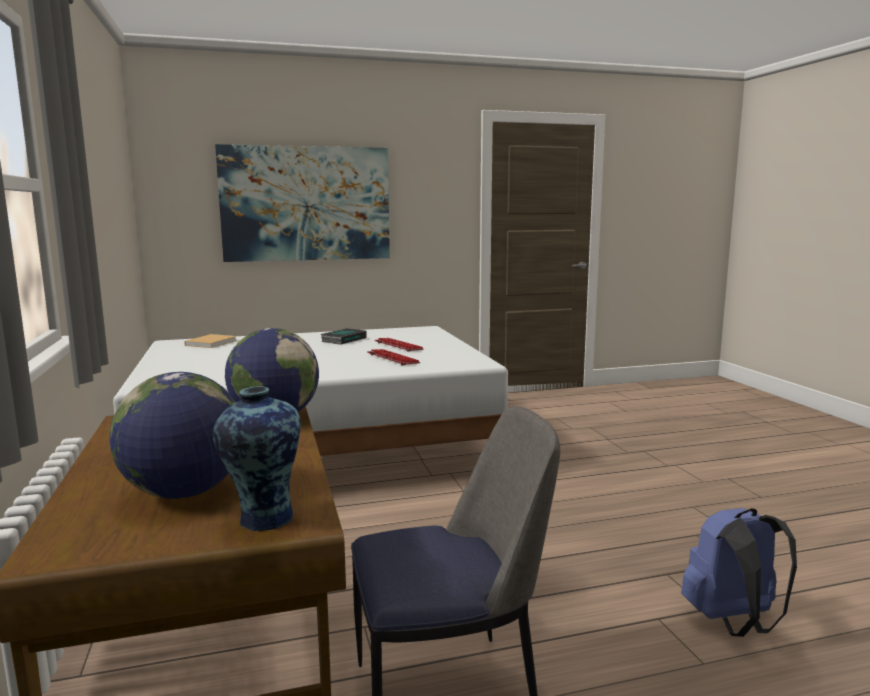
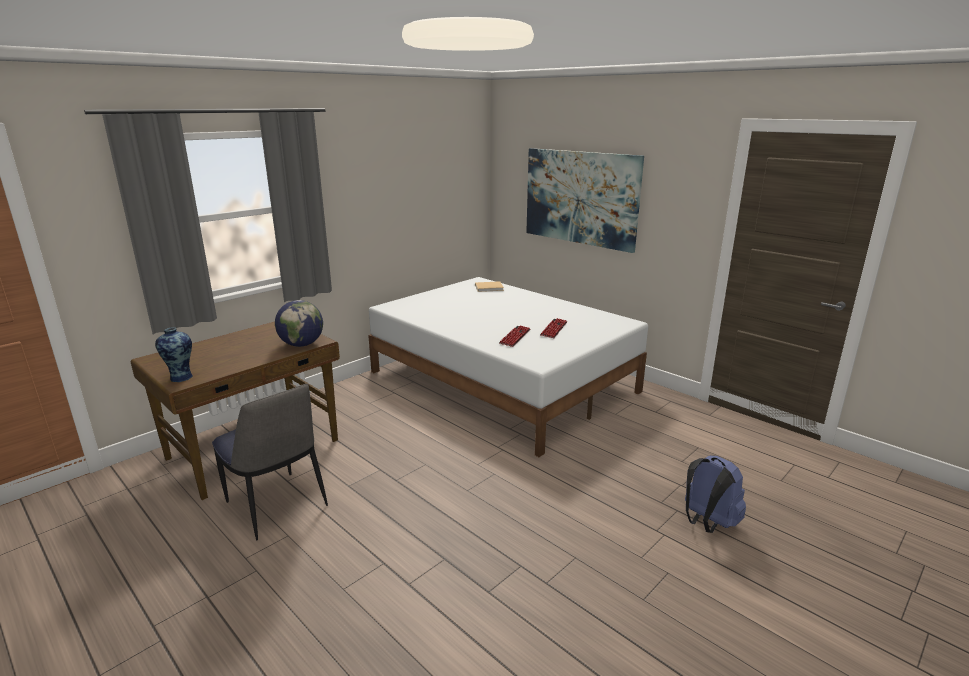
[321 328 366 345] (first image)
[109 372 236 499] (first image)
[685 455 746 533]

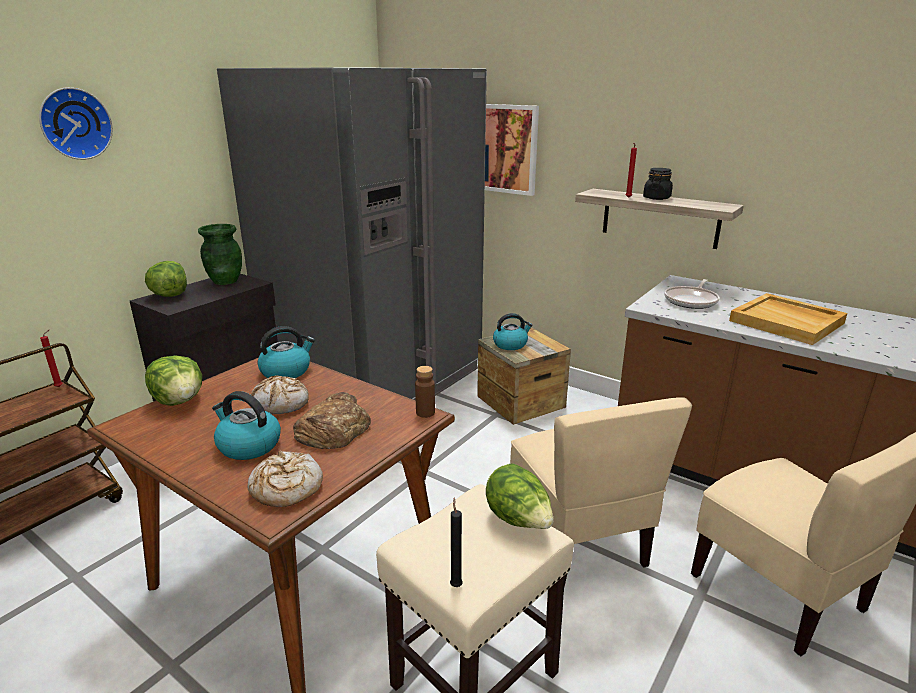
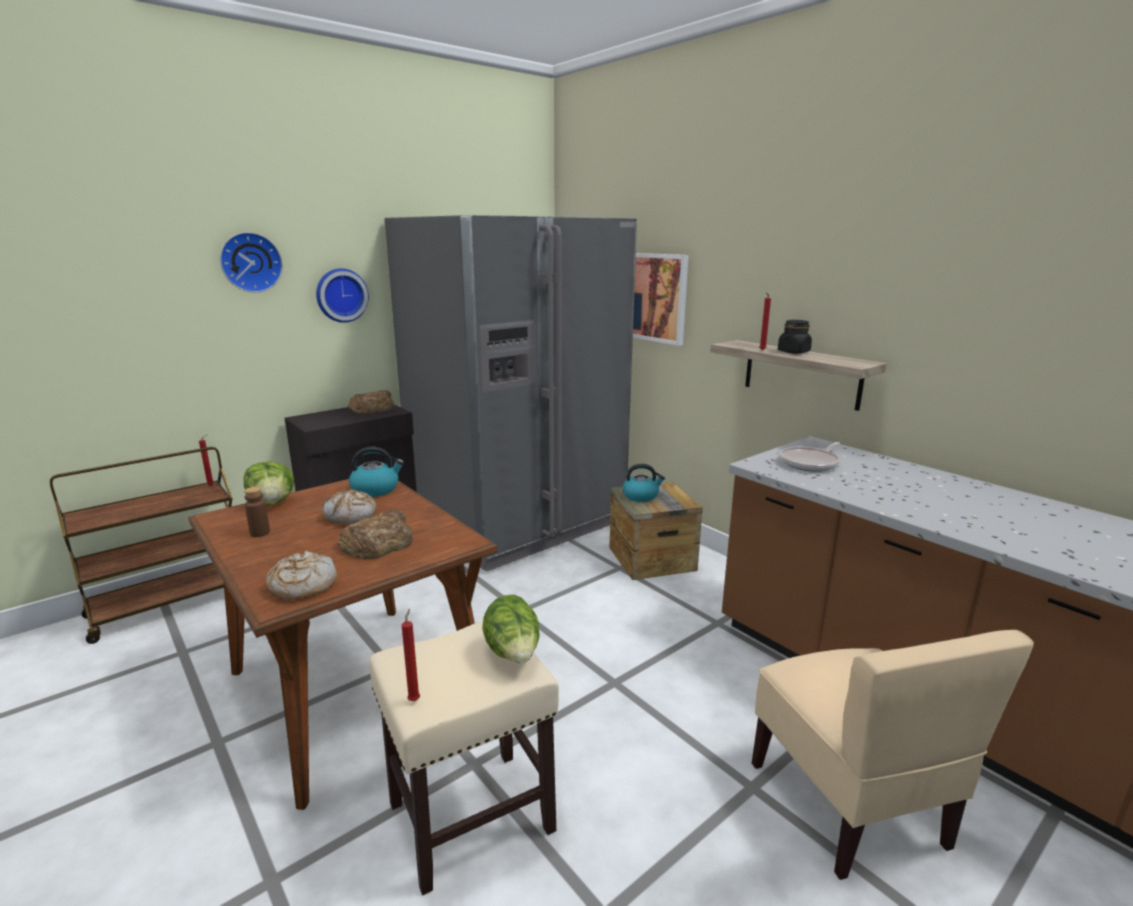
[348 390 395 414]
[145 261 187 297] (first image)
[729 293 847 345] (first image)
[244 487 270 537]
[212 391 281 460] (first image)
[510 397 692 586] (first image)
[402 609 420 701]
[316 268 369 323]

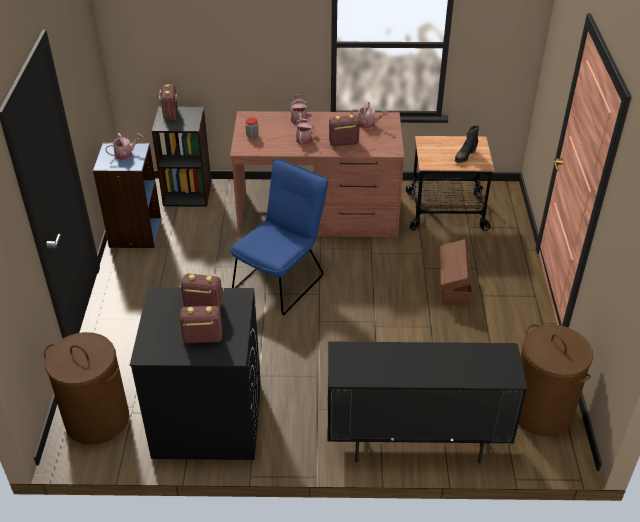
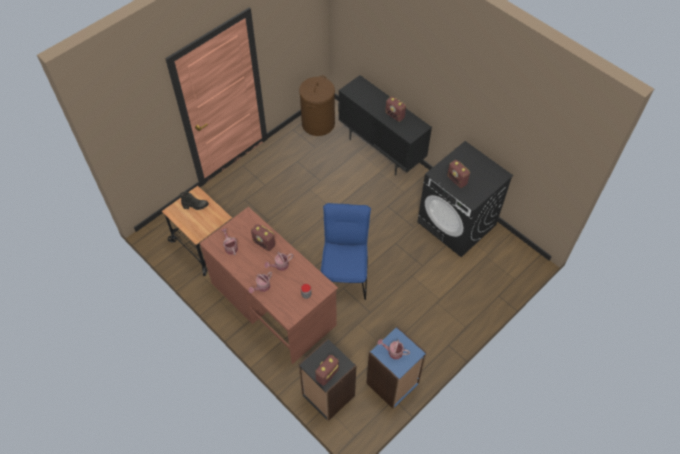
[321 203 371 300]
[440 239 472 306] (first image)
[385 97 406 122]
[44 332 129 445] (first image)

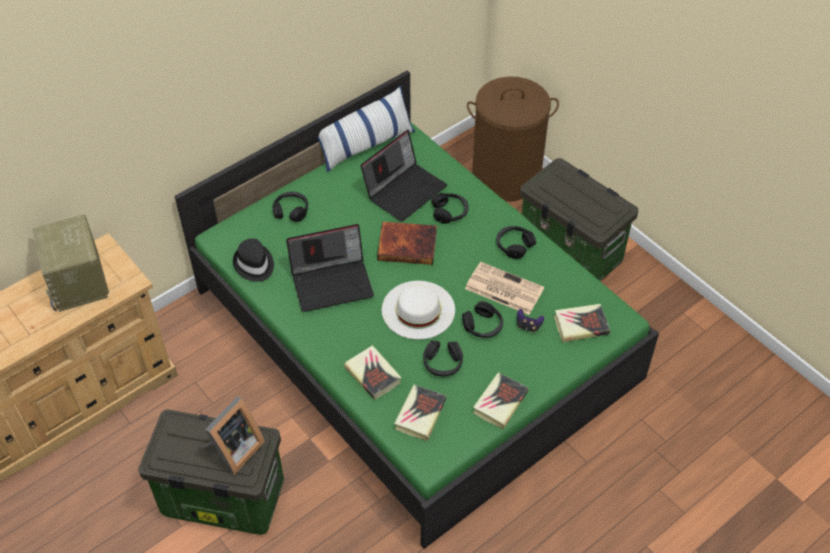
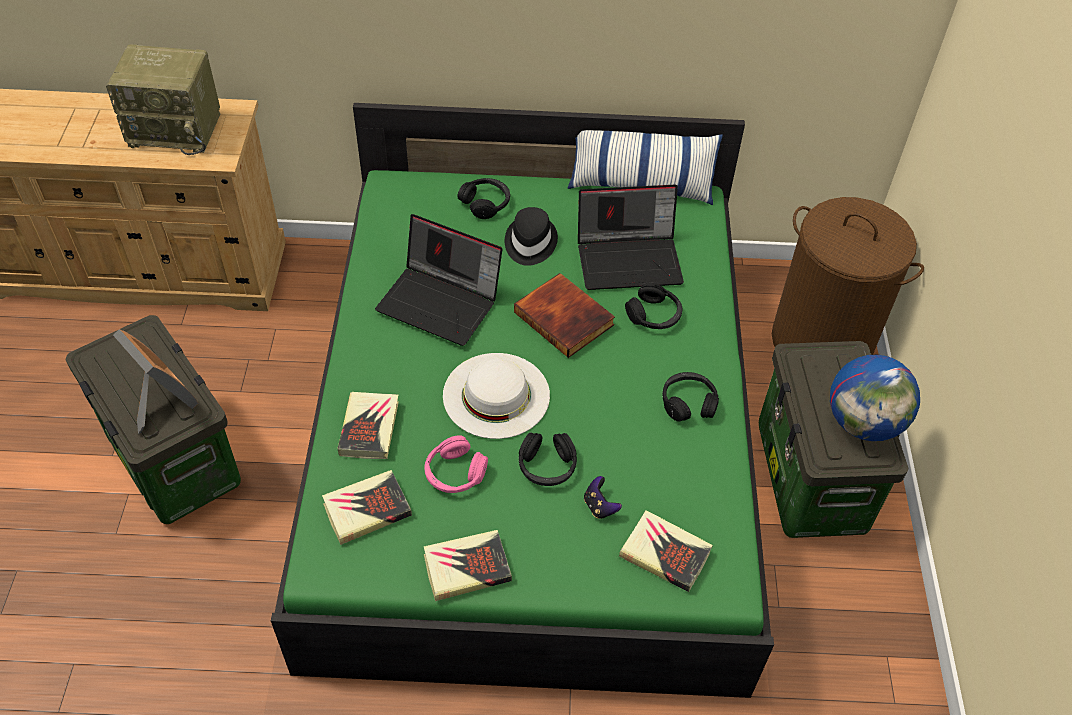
[106 44 220 155]
[505 207 558 266]
[465 262 544 315] (first image)
[425 435 488 493]
[113 329 198 434]
[830 355 920 441]

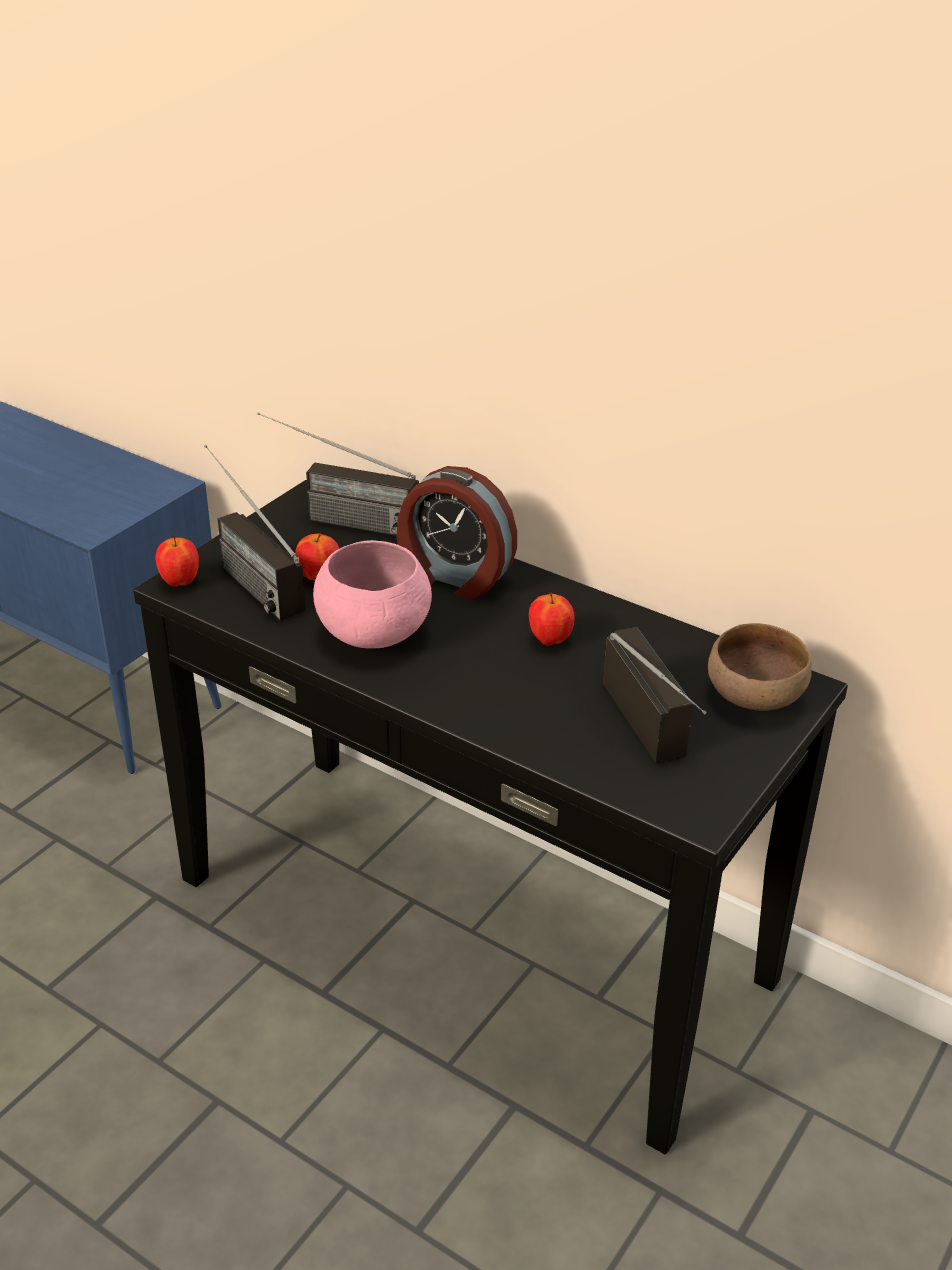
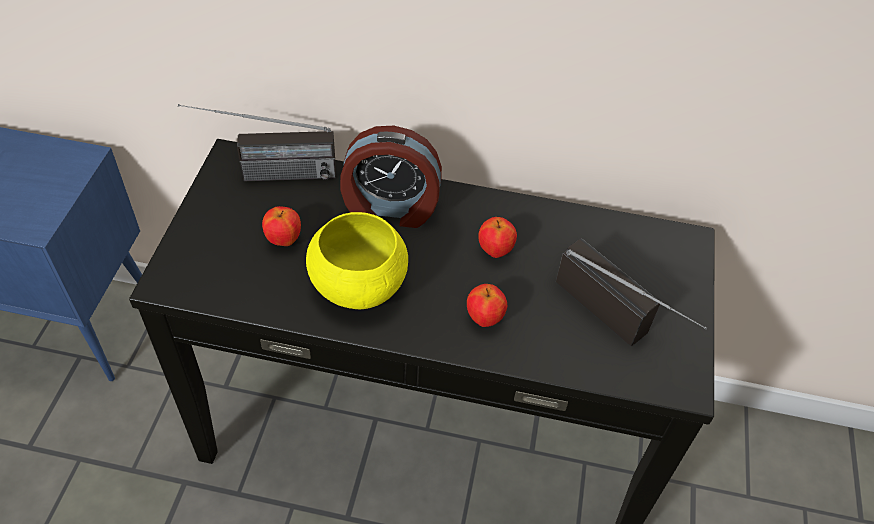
[204 445 306 621] (first image)
[467 284 507 327]
[306 212 408 309]
[708 623 812 711] (first image)

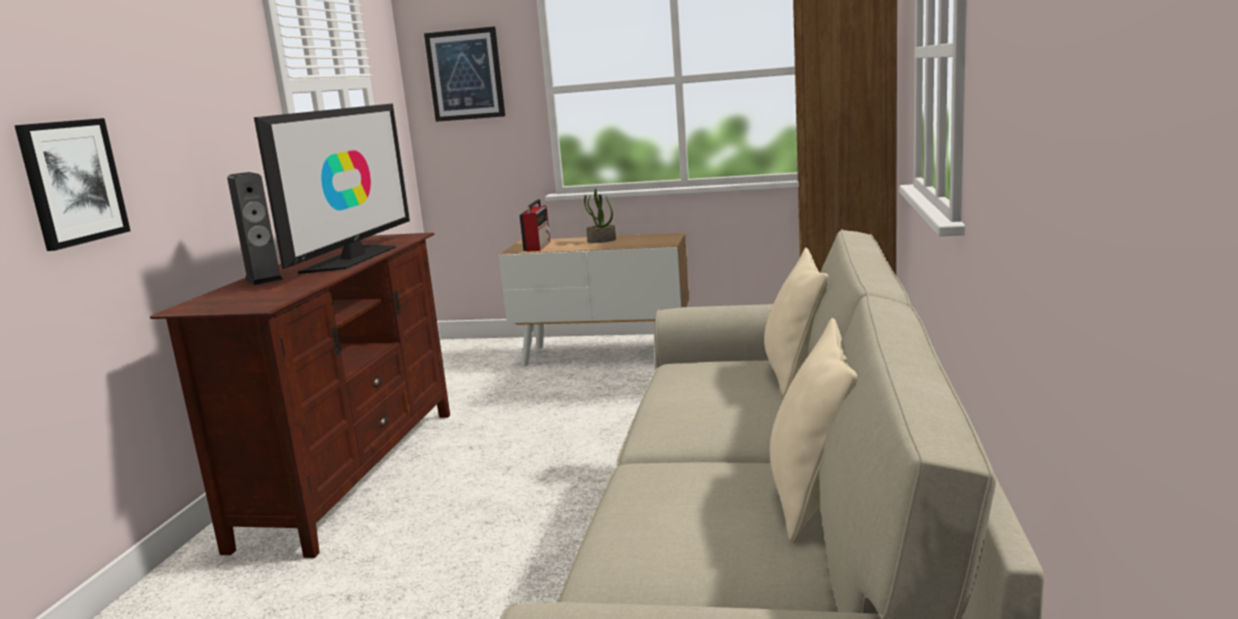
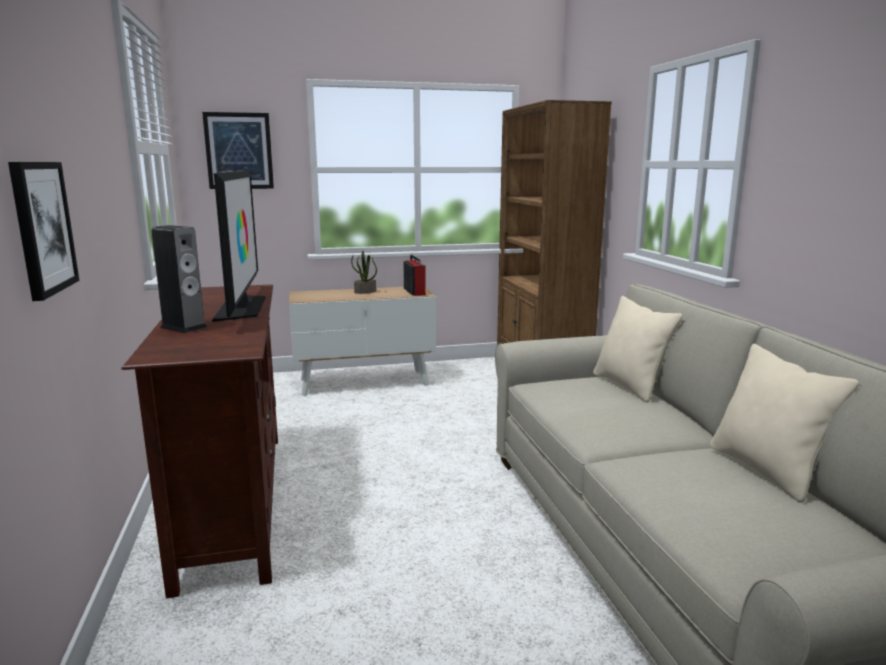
[403 255 426 296]

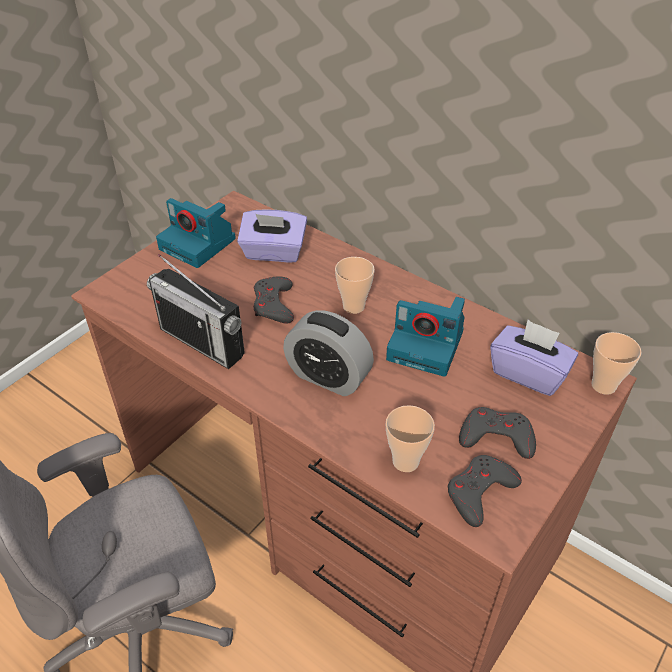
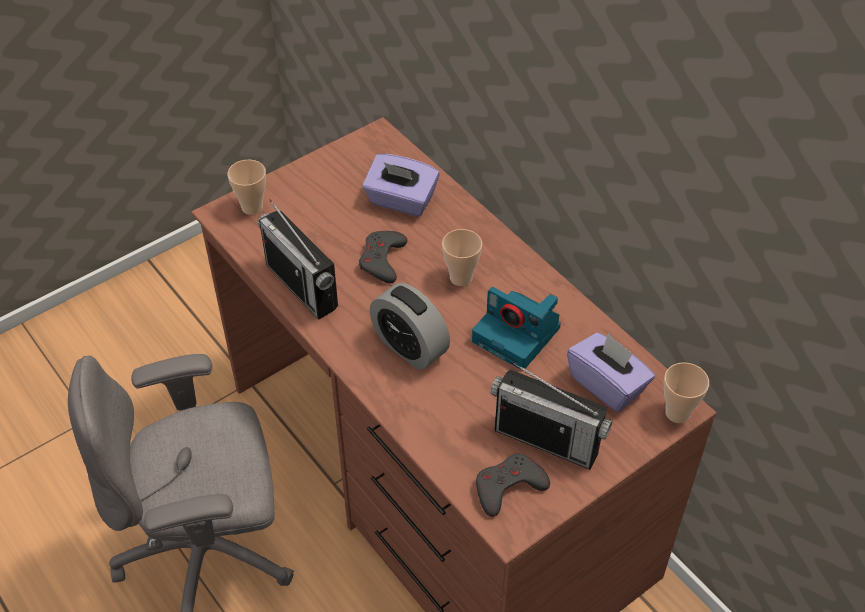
[156 198 236 268] (first image)
[228 160 266 215]
[490 363 612 470]

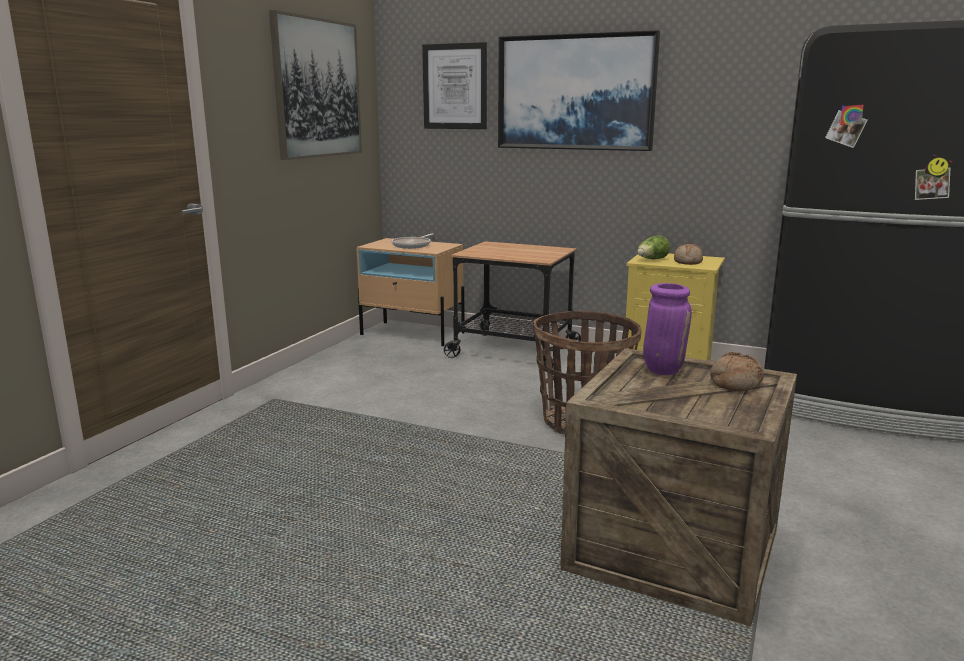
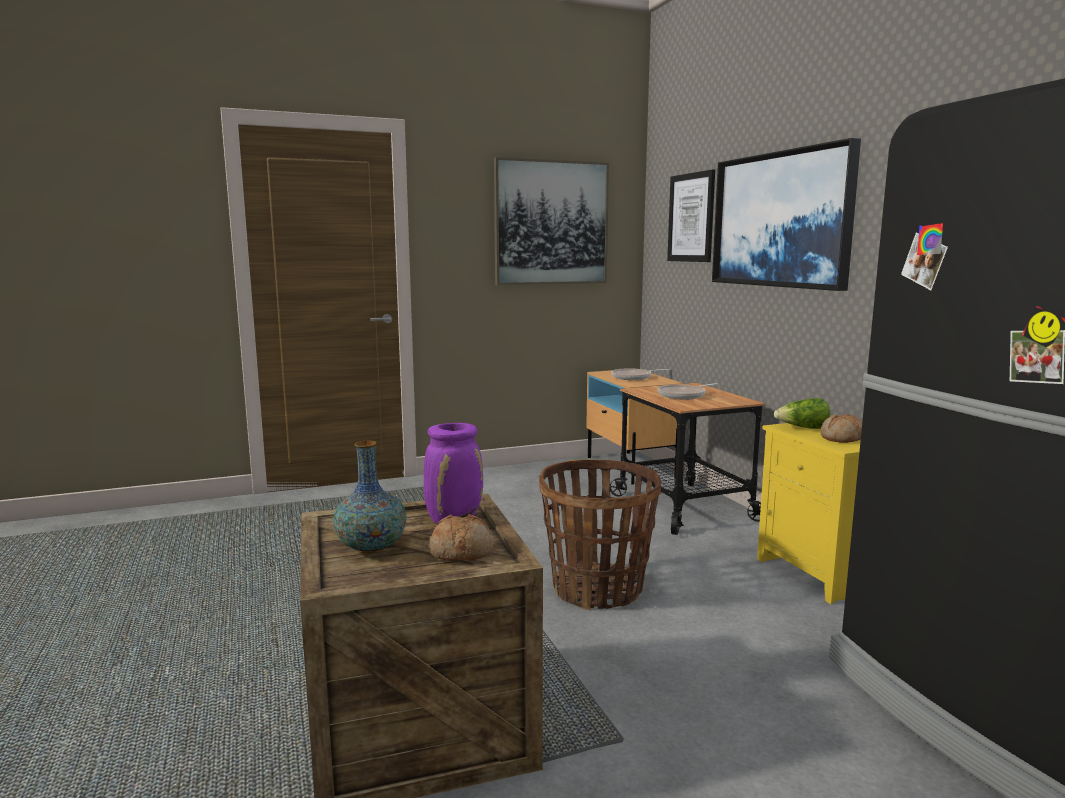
[658 383 718 400]
[333 441 407 553]

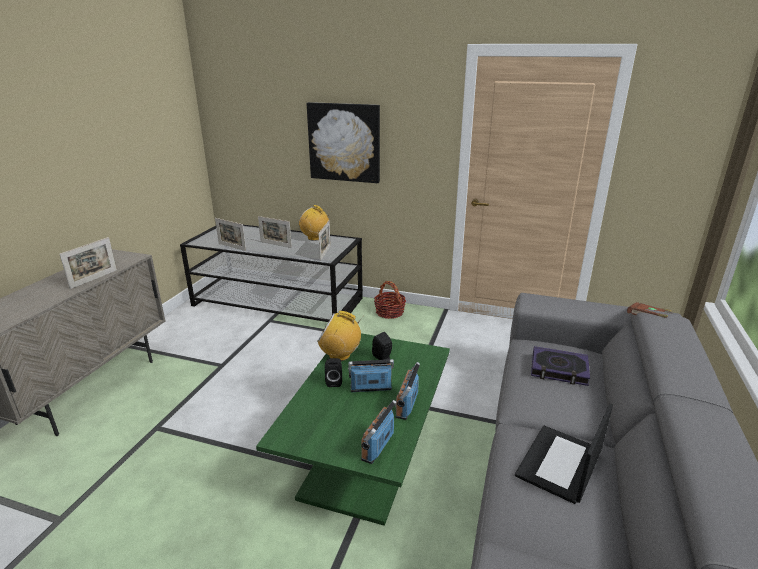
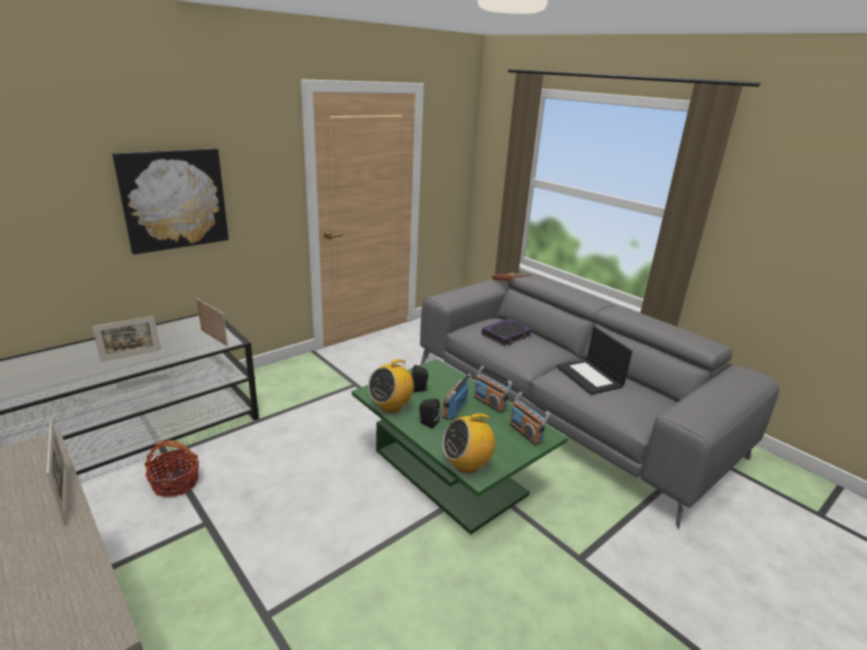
[442 413 495 473]
[215 218 246 251] (first image)
[144 441 199 498]

